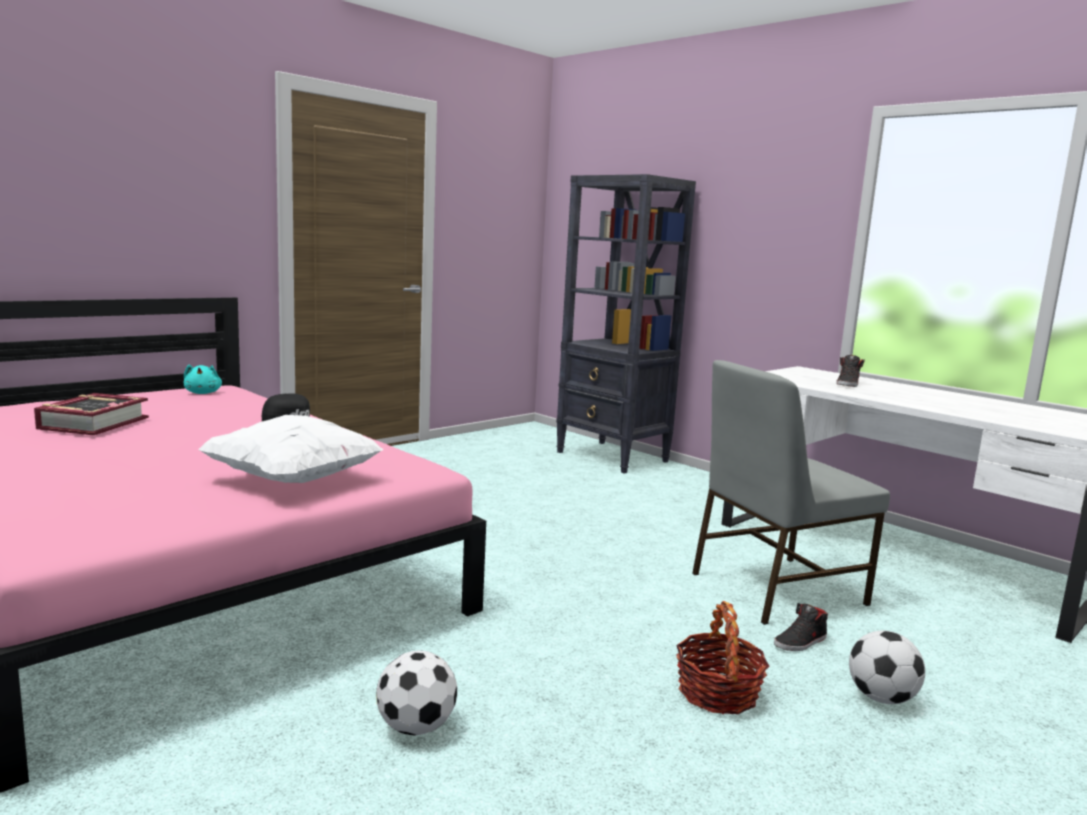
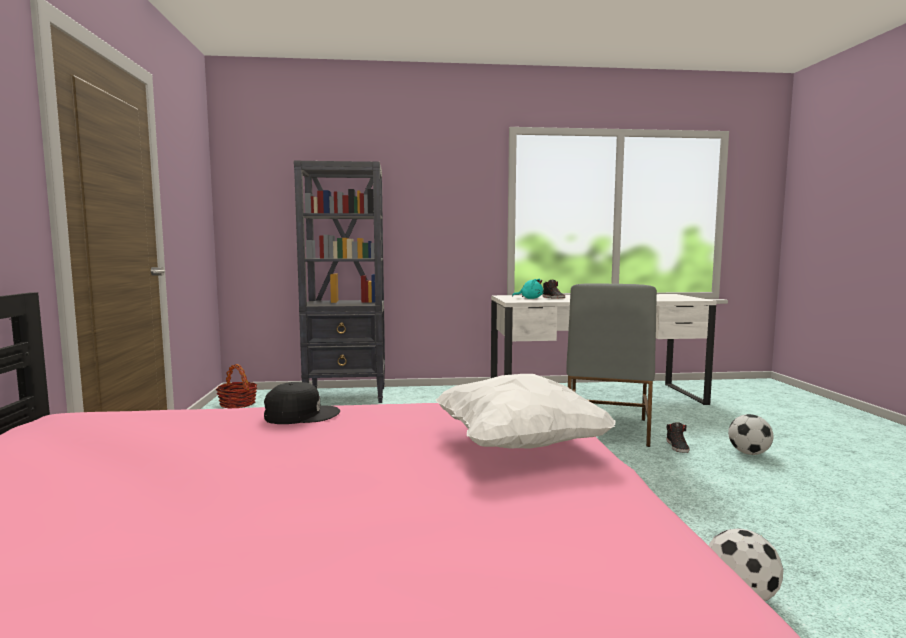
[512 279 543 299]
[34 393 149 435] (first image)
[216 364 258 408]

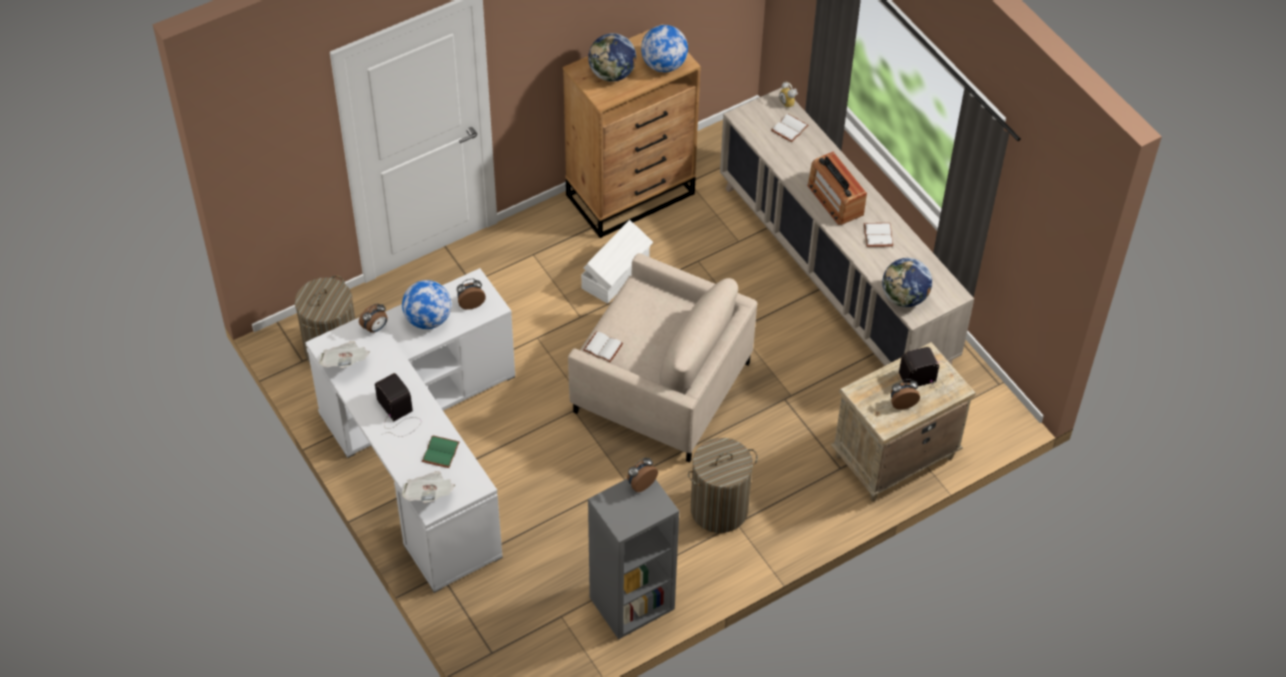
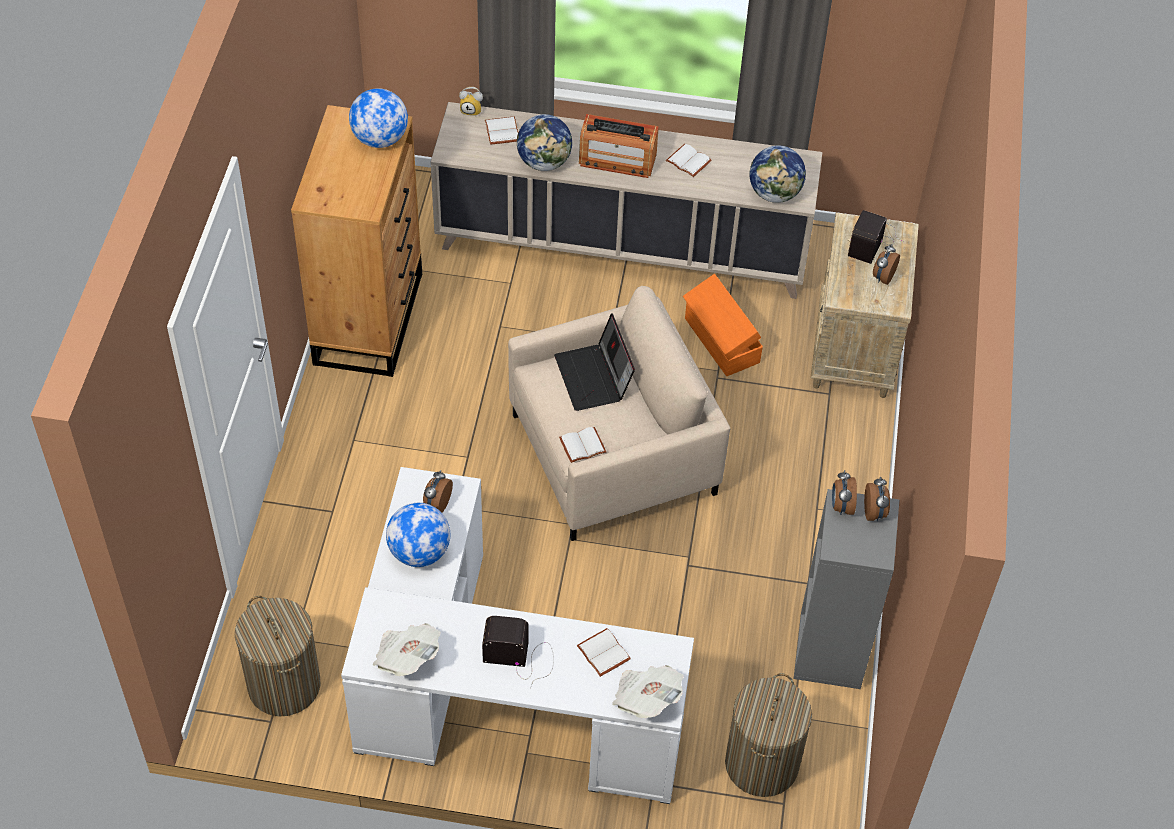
[517 114 572 171]
[581 220 653 304] (first image)
[864 477 890 521]
[577 628 631 677]
[725 673 812 797]
[683 274 763 376]
[554 313 635 411]

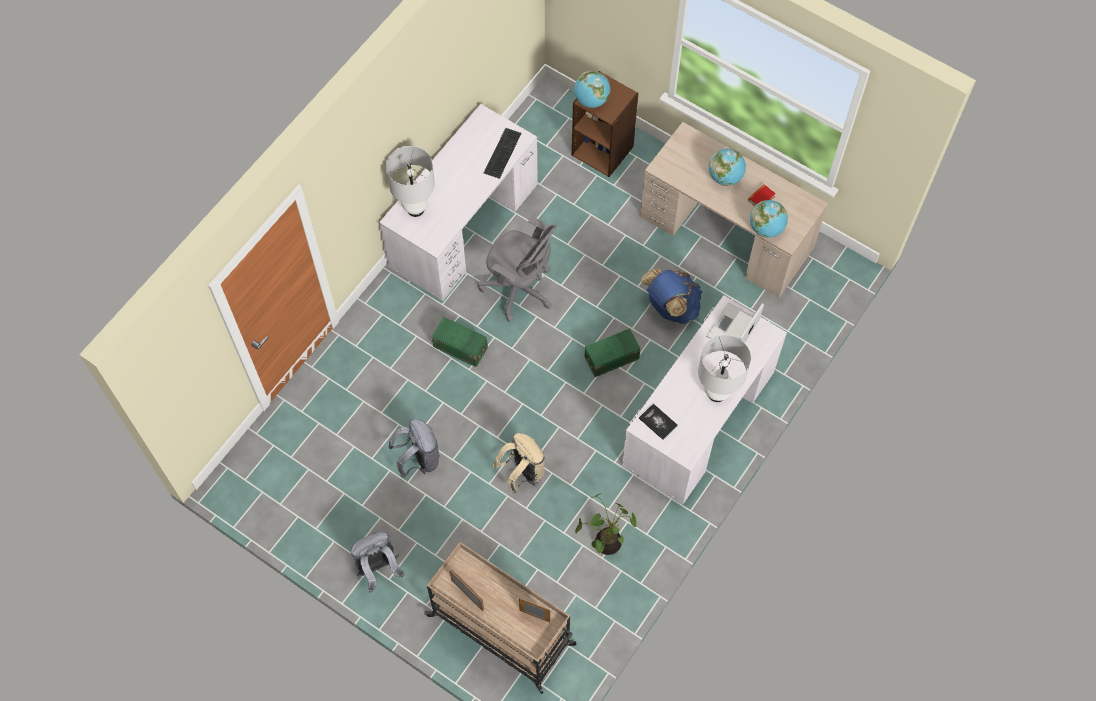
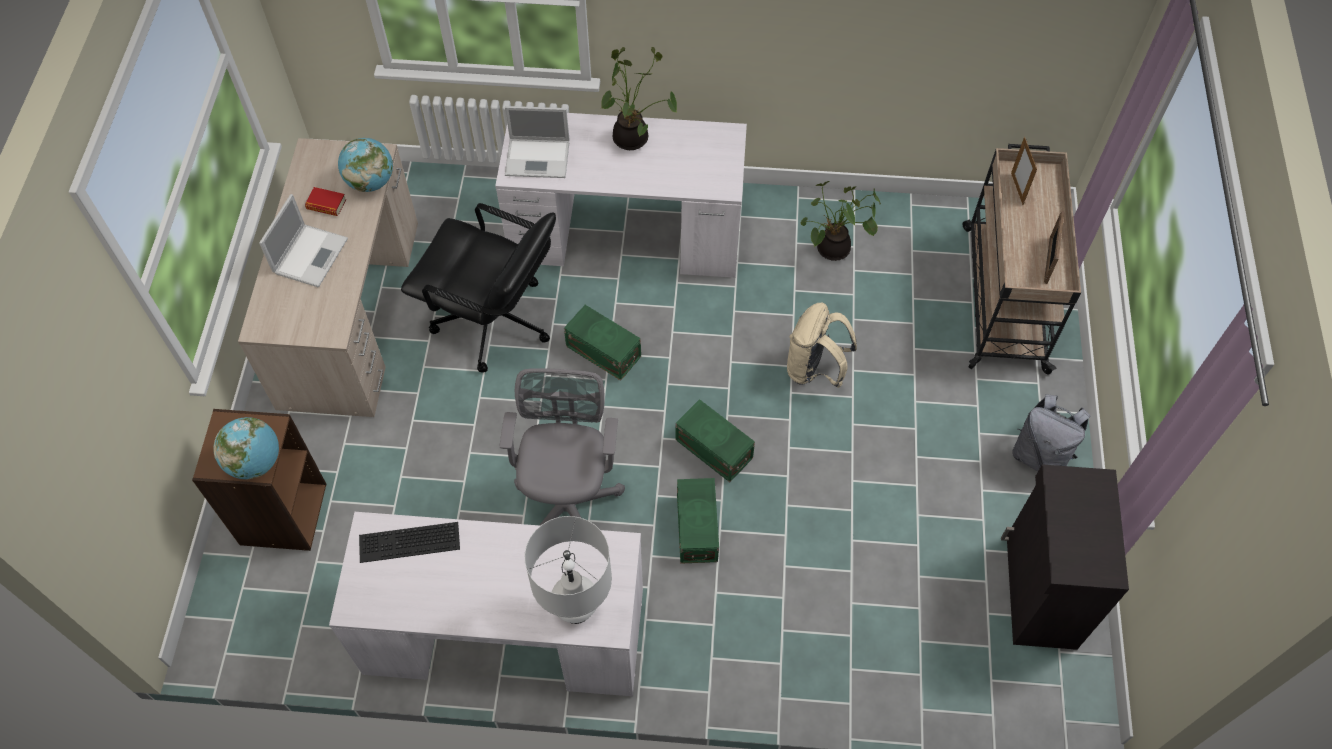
[259 194 348 288]
[401 203 556 373]
[601 47 677 150]
[639 403 678 440] (first image)
[389 419 440 478] (first image)
[675 399 755 482]
[1001 464 1129 650]

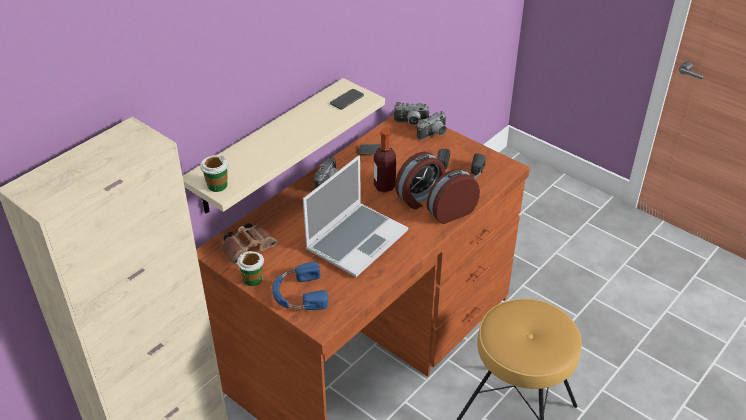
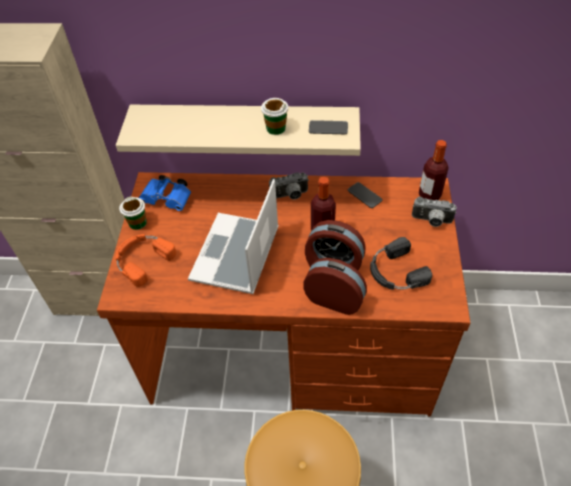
[419 140 449 201]
[261 98 288 135]
[188 179 279 294]
[139 175 191 211]
[116 234 176 287]

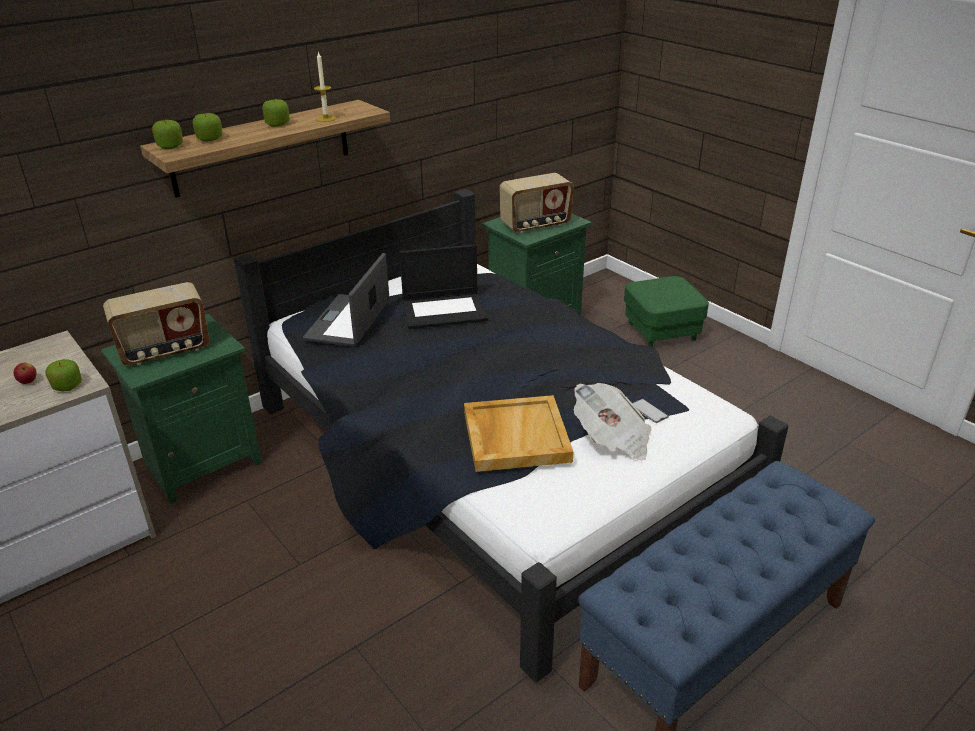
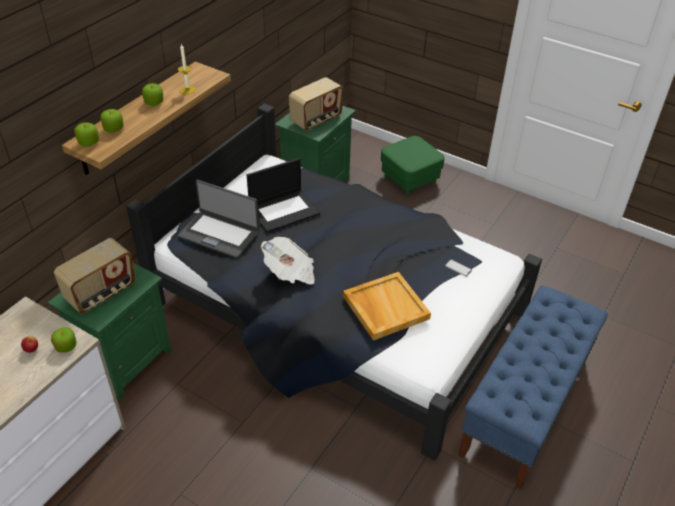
[178 180 259 258]
[261 237 314 284]

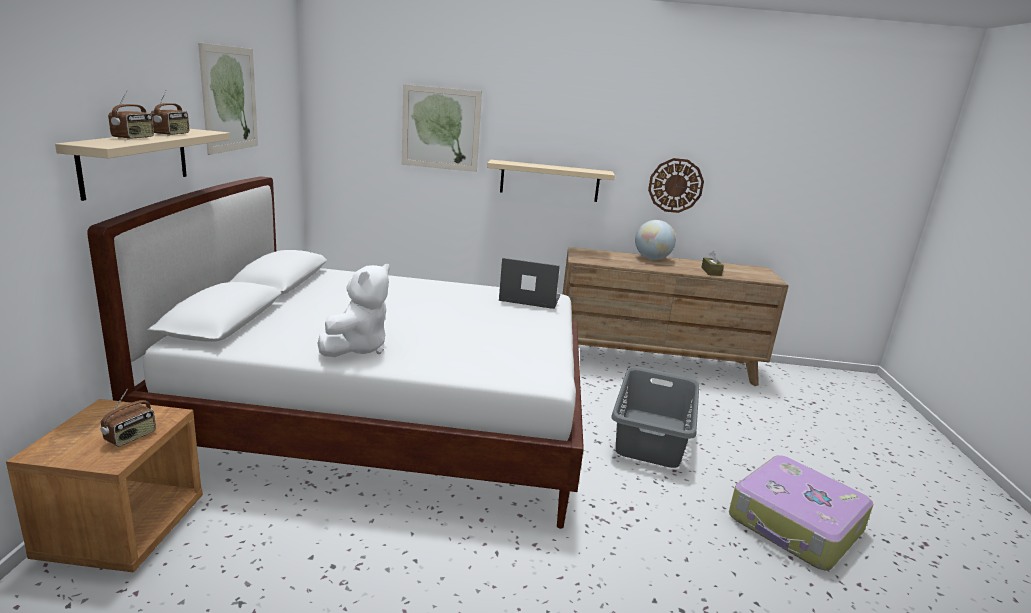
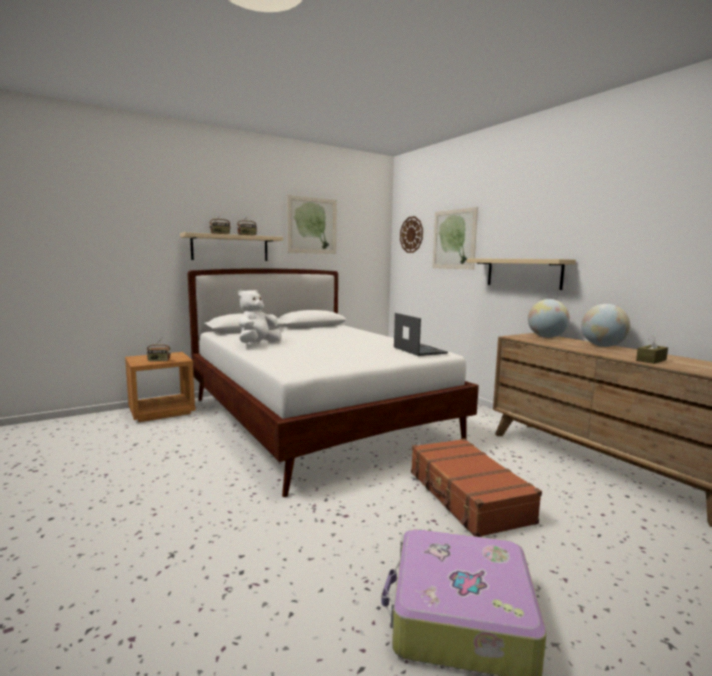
[400 216 423 253]
[238 289 282 343]
[411 438 542 537]
[528 299 570 338]

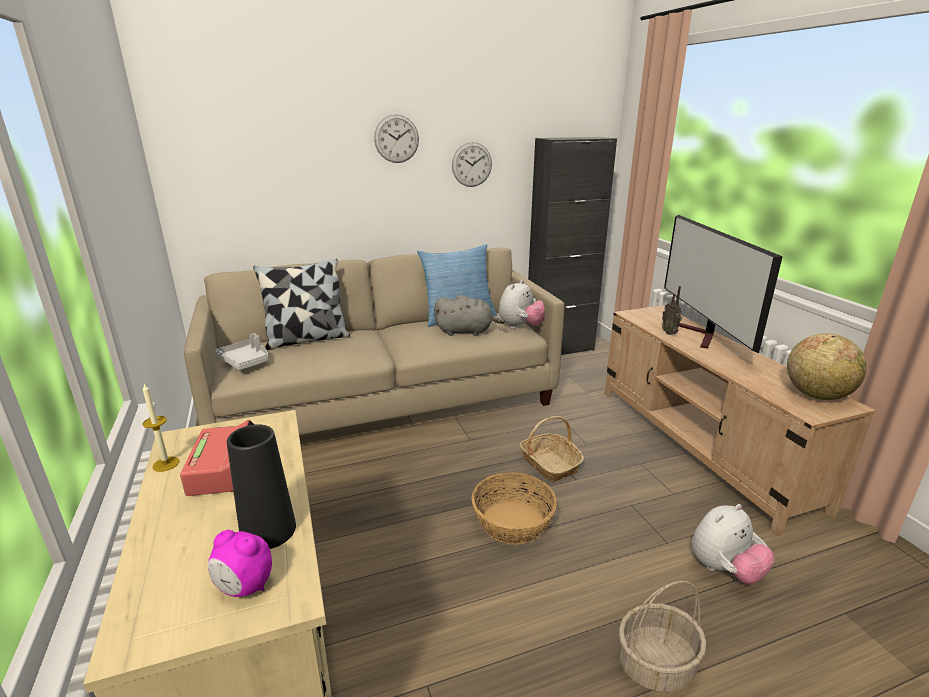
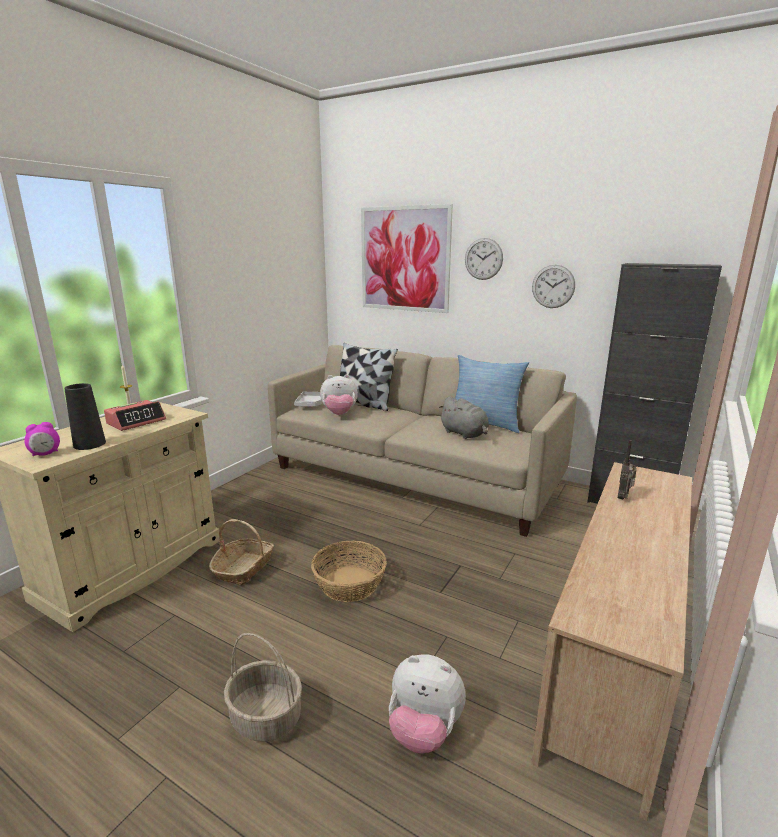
[664 215 783 353] (first image)
[320 374 358 415]
[787 333 867 400] (first image)
[209 519 274 586]
[24 422 60 456]
[361 204 453 313]

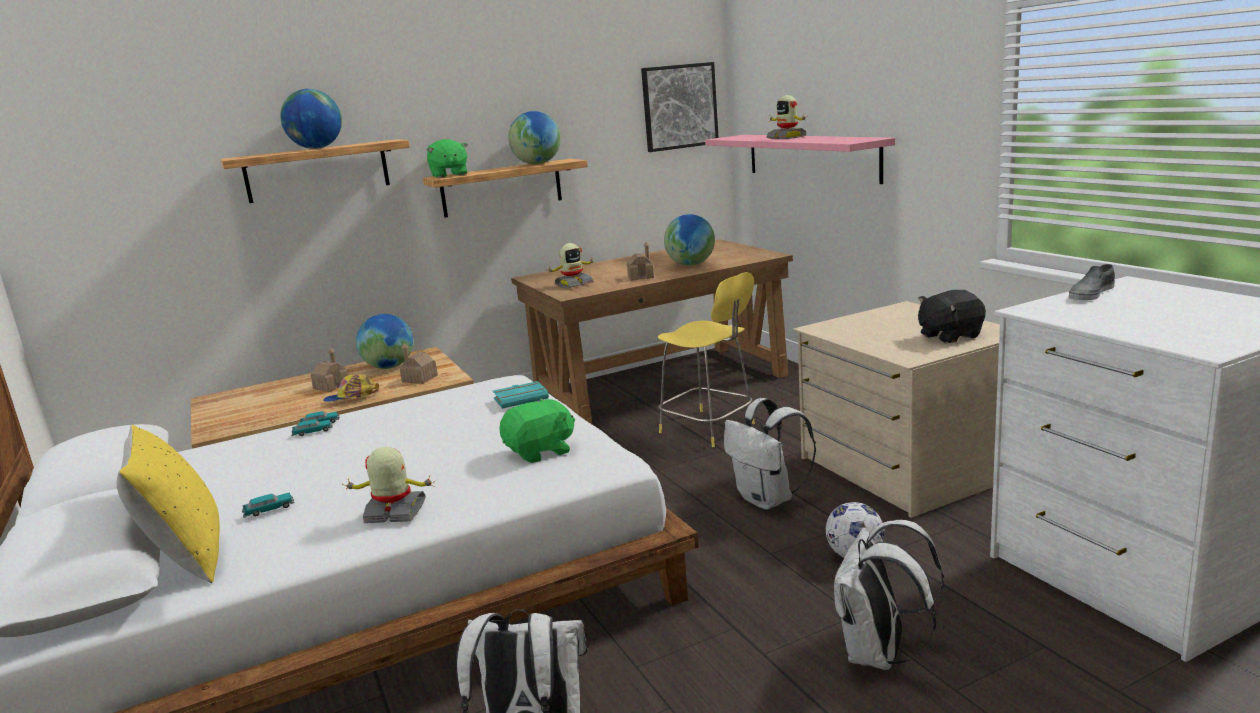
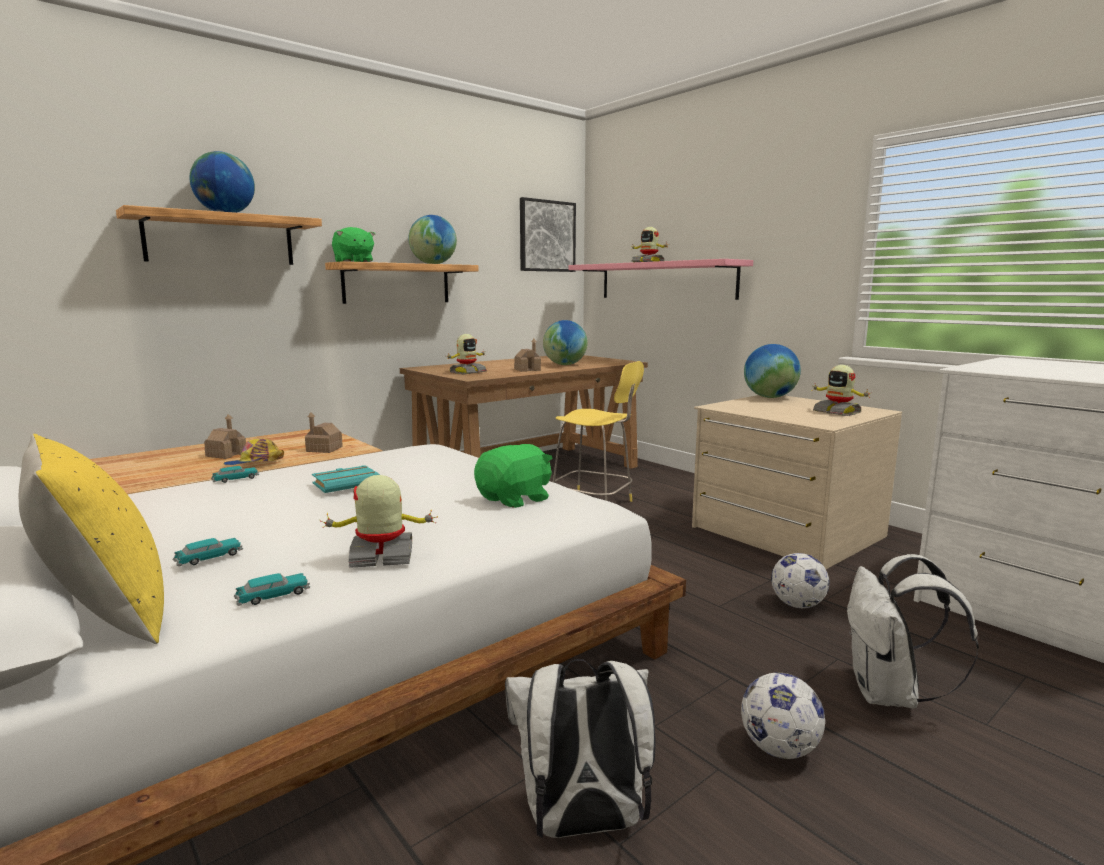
[1069 264 1115 300] (first image)
[811 365 870 416]
[744 344 801 398]
[312 465 380 493]
[724 398 816 510] (first image)
[234 573 310 606]
[741 672 825 759]

